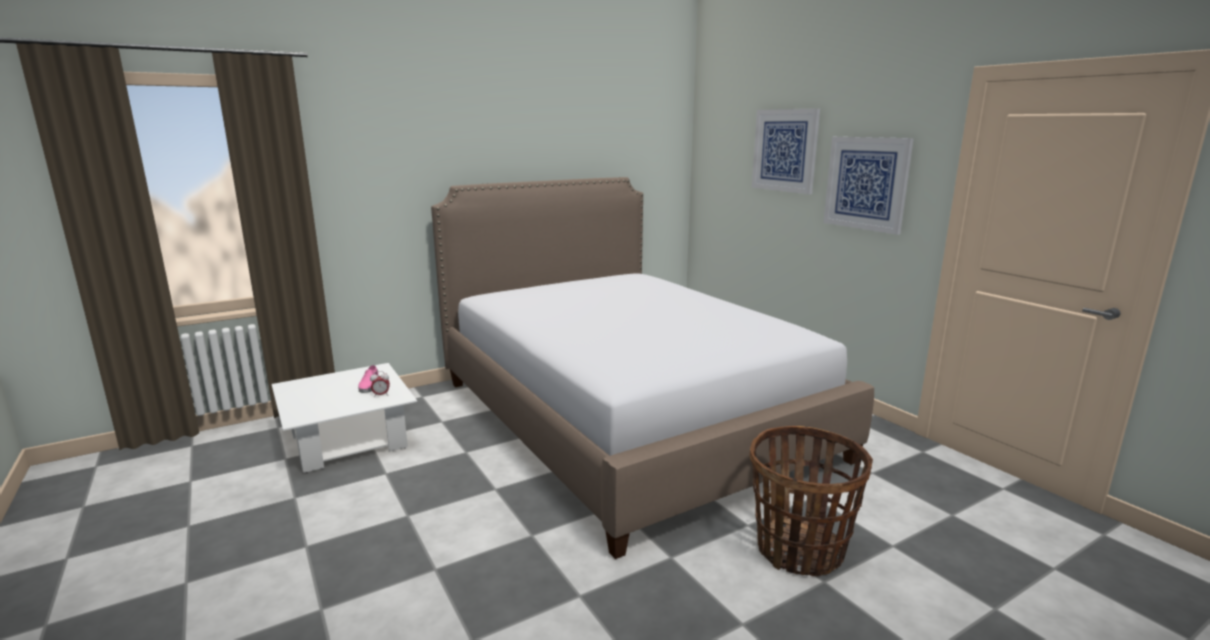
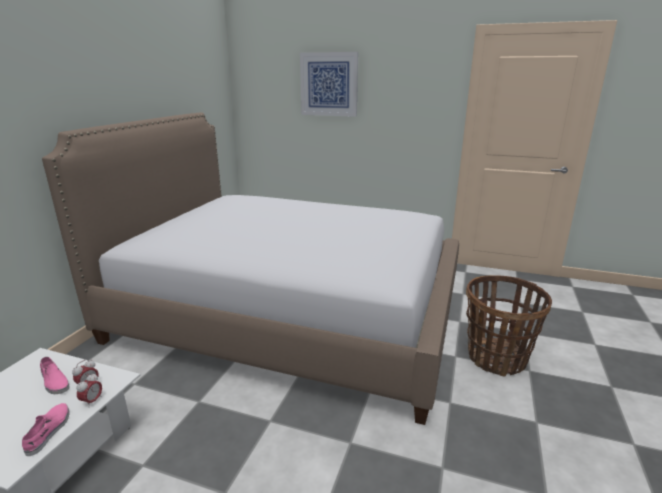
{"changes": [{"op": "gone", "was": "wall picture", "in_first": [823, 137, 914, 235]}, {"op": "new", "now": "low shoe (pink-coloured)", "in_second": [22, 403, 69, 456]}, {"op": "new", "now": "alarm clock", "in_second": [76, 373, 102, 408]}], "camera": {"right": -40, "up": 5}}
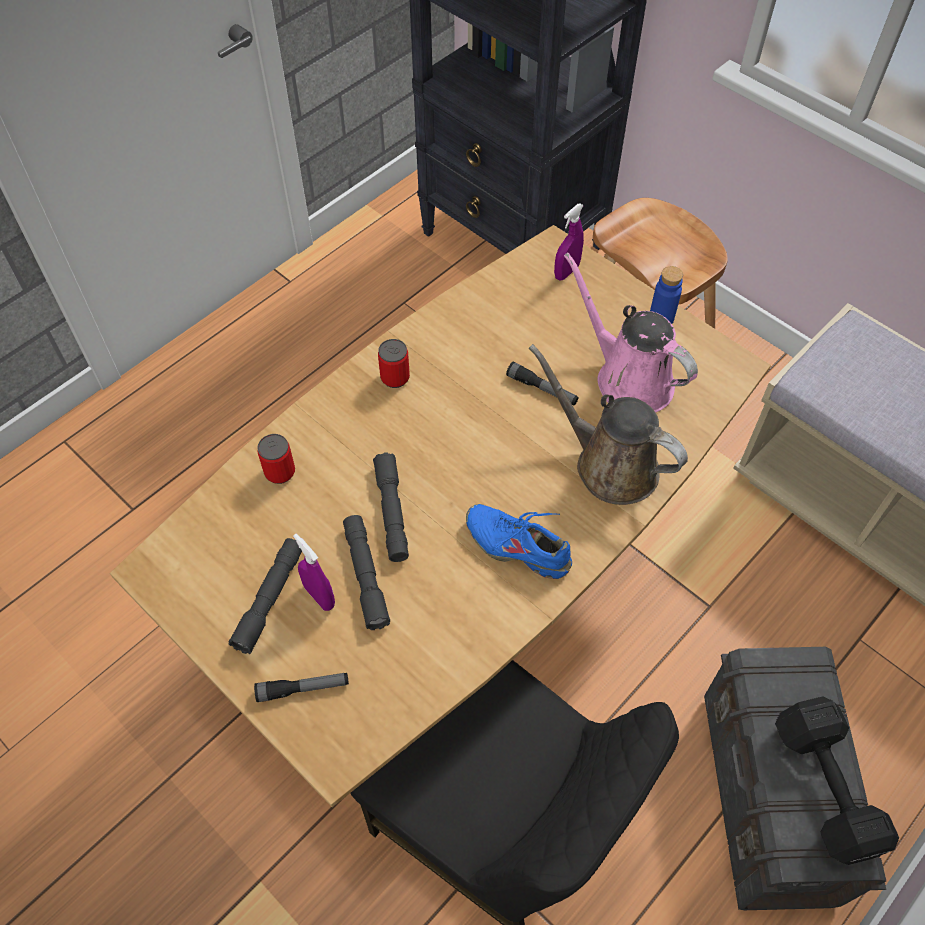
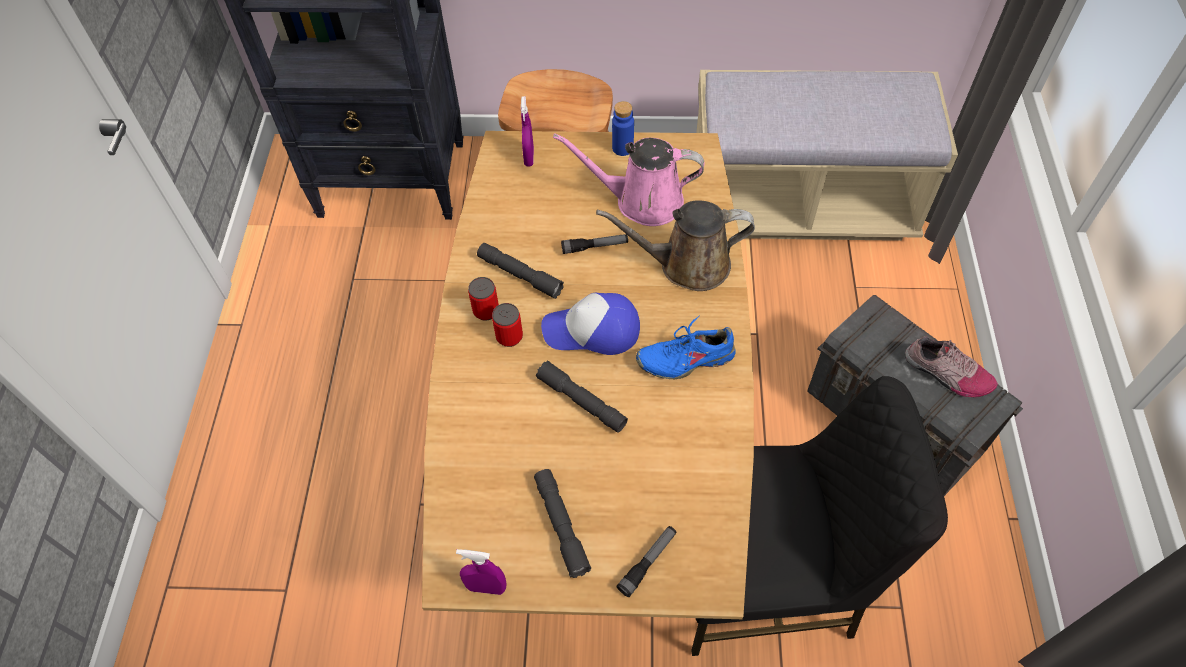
{"changes": [{"op": "shifted", "was": "sealed can", "in_first": [257, 434, 295, 484], "in_second": [492, 303, 523, 347]}, {"op": "shifted", "was": "sprayer (purplish)", "in_first": [293, 533, 335, 611], "in_second": [456, 549, 507, 595]}, {"op": "shifted", "was": "hand torch (grey)", "in_first": [343, 515, 390, 630], "in_second": [477, 243, 564, 299]}, {"op": "swapped", "was": "hand weight (black)", "now": "low shoe", "in_first": [775, 697, 899, 865], "in_second": [905, 336, 998, 398]}, {"op": "new", "now": "cap", "in_second": [541, 293, 640, 355]}], "camera": {"right": -40, "up": 0}}
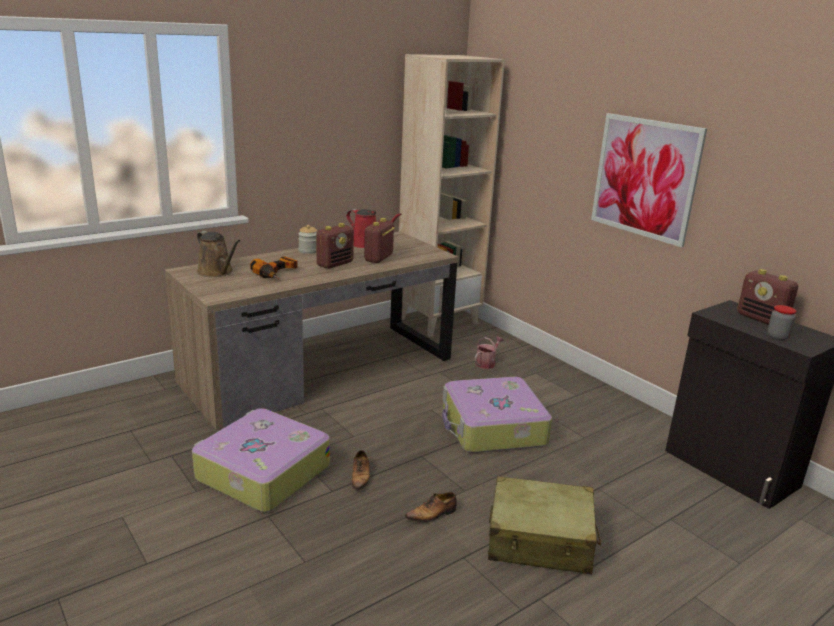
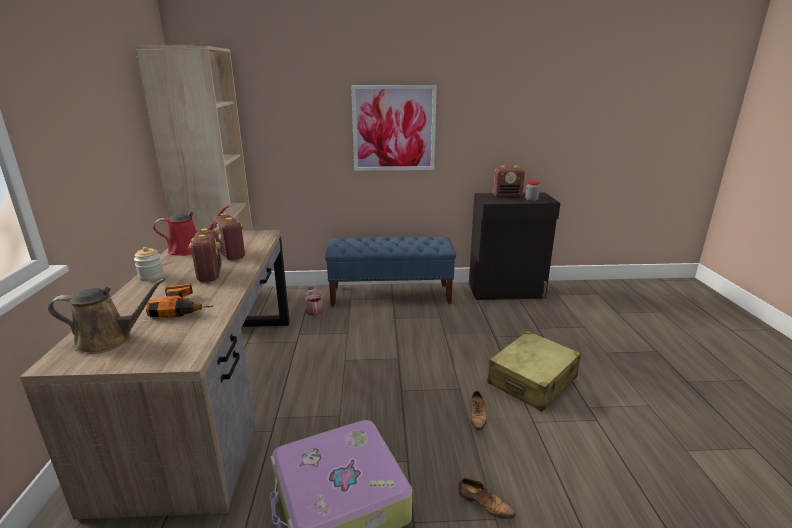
{"changes": [{"op": "shifted", "was": "low shoe", "in_first": [352, 450, 370, 490], "in_second": [459, 478, 516, 519]}, {"op": "gone", "was": "piece of luggage", "in_first": [442, 377, 552, 453]}, {"op": "new", "now": "long seat (blue)", "in_second": [325, 236, 456, 306]}], "camera": {"right": -55, "up": 0}}
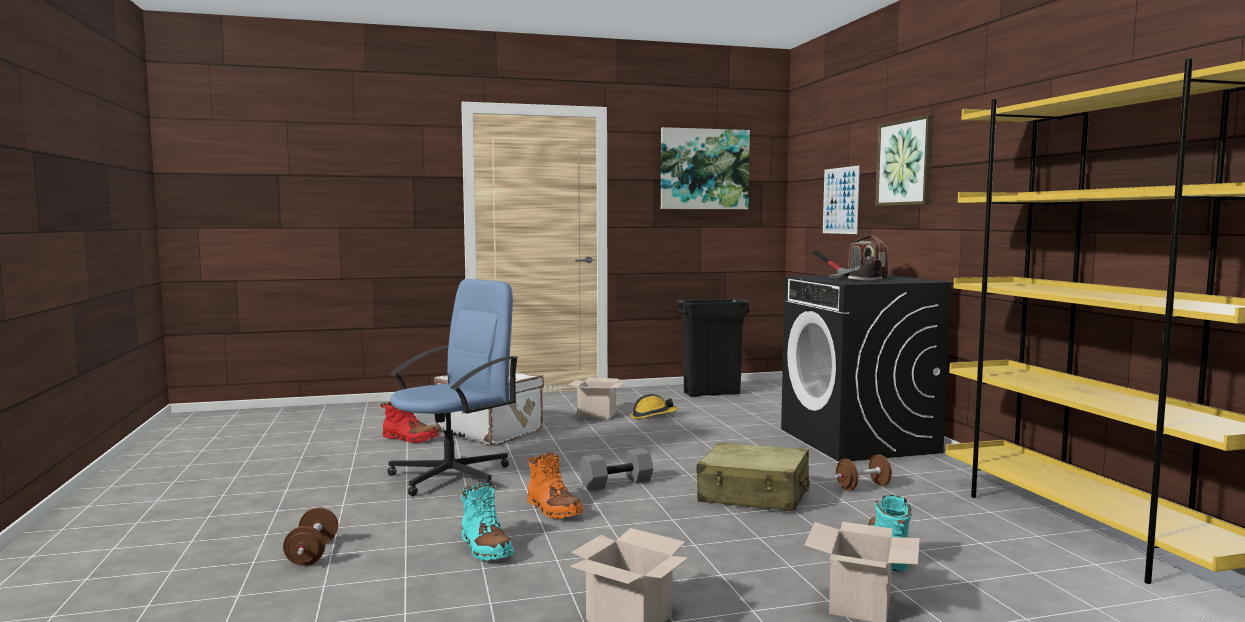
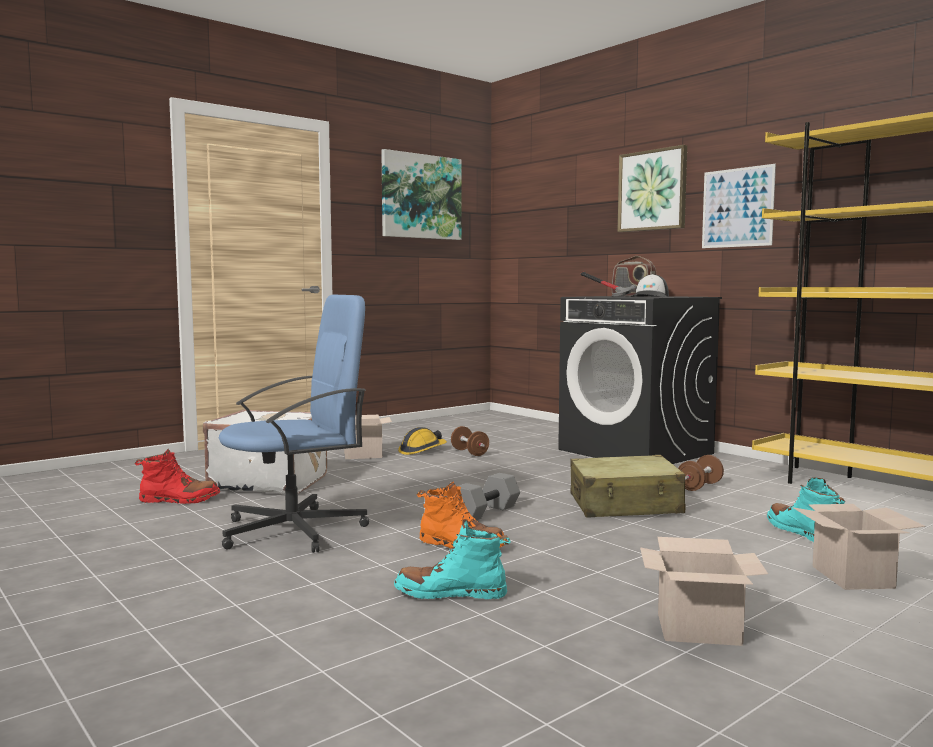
{"changes": [{"op": "shifted", "was": "hand weight (brown-coloured)", "in_first": [283, 507, 338, 566], "in_second": [451, 426, 489, 456]}, {"op": "rotated", "was": "computer chair (blue)", "in_first": [387, 279, 519, 496], "in_second": [219, 295, 369, 553], "clockwise": 45}, {"op": "rotated", "was": "high-top boot (turquoise)", "in_first": [461, 483, 514, 561], "in_second": [394, 520, 511, 599], "clockwise": 150}, {"op": "gone", "was": "trash can (black)", "in_first": [676, 299, 750, 397]}, {"op": "shifted", "was": "wall picture", "in_first": [823, 165, 860, 234], "in_second": [702, 164, 776, 248]}, {"op": "swapped", "was": "low shoe (black)", "now": "cap", "in_first": [848, 256, 882, 281], "in_second": [631, 274, 669, 297]}], "camera": {"right": -25, "up": 0}}
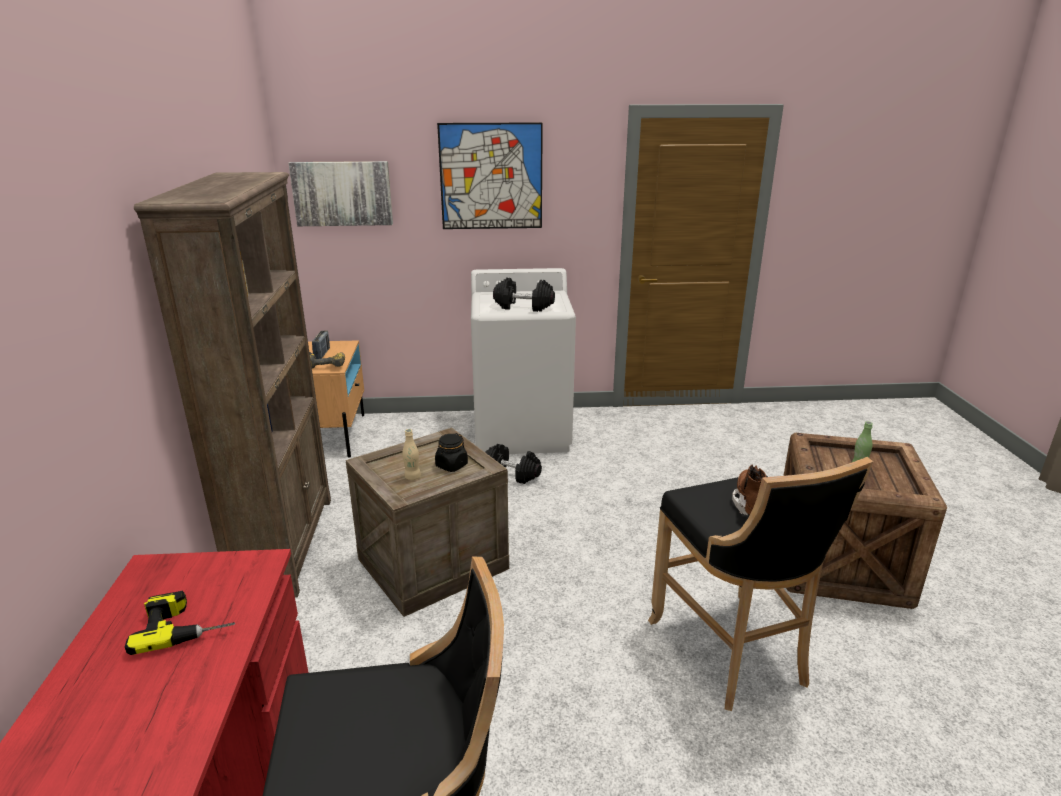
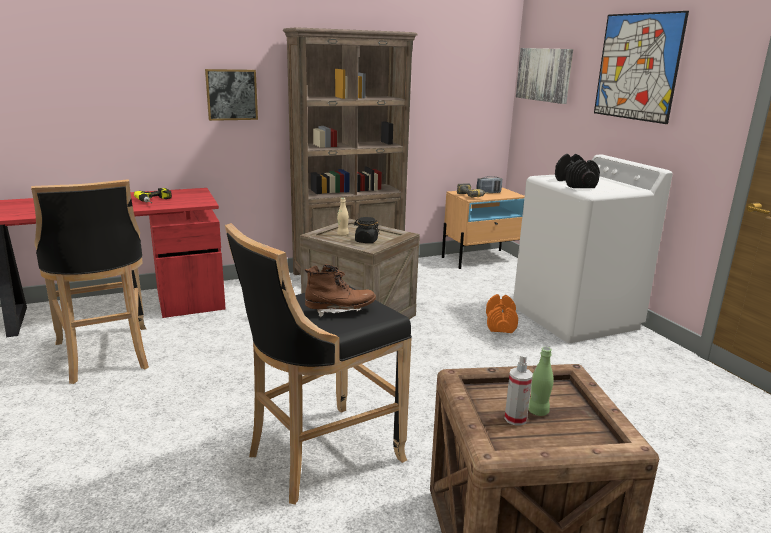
{"changes": [{"op": "repainted", "was": "hand weight (black)", "now": "hand weight (orange)", "in_first": [485, 444, 542, 484], "in_second": [486, 294, 518, 333]}, {"op": "new", "now": "wall picture", "in_second": [205, 69, 258, 121]}, {"op": "new", "now": "sprayer", "in_second": [505, 354, 533, 426]}], "camera": {"right": 70, "up": -5}}
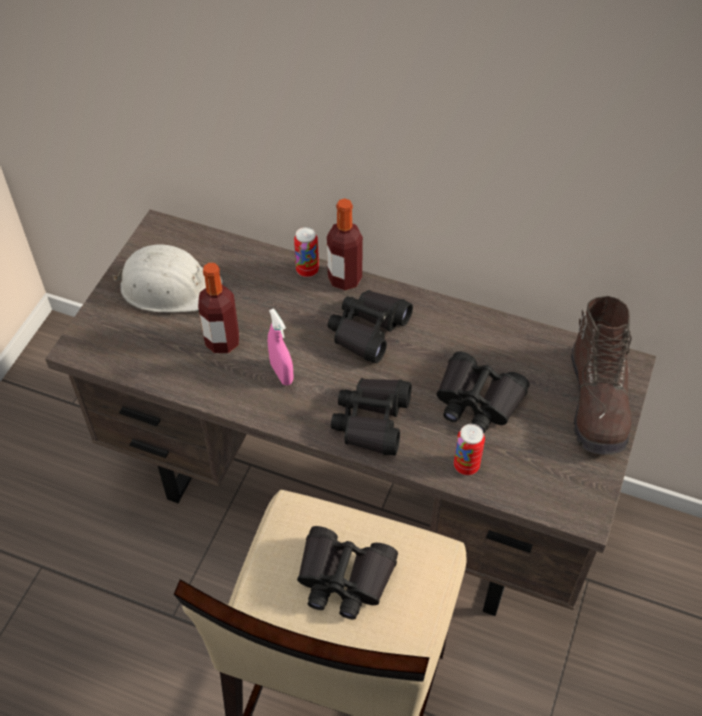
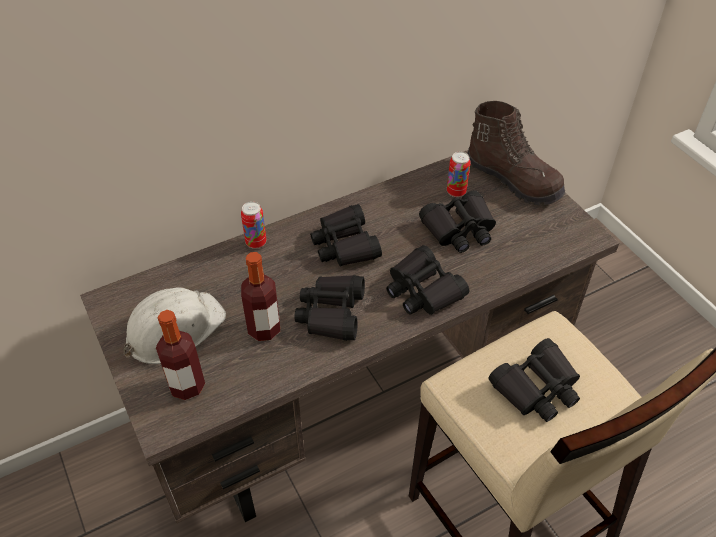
{"changes": [{"op": "swapped", "was": "sprayer (pink-coloured)", "now": "pair of binoculars (black)", "in_first": [268, 308, 294, 385], "in_second": [295, 275, 365, 341]}, {"op": "shifted", "was": "beverage bottle", "in_first": [327, 198, 363, 290], "in_second": [156, 310, 205, 400]}, {"op": "shifted", "was": "sealed can", "in_first": [454, 424, 485, 475], "in_second": [447, 151, 471, 197]}], "camera": {"right": -50, "up": -5}}
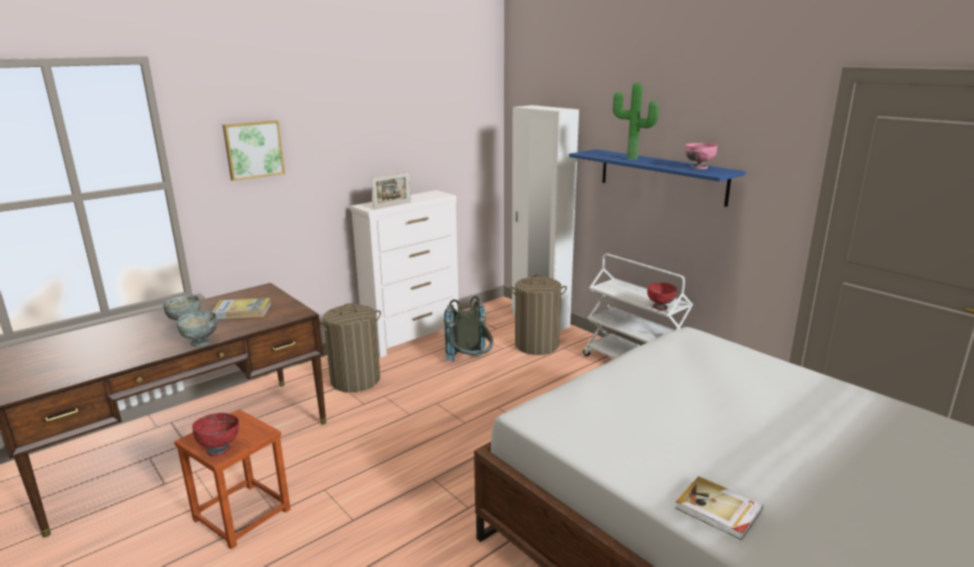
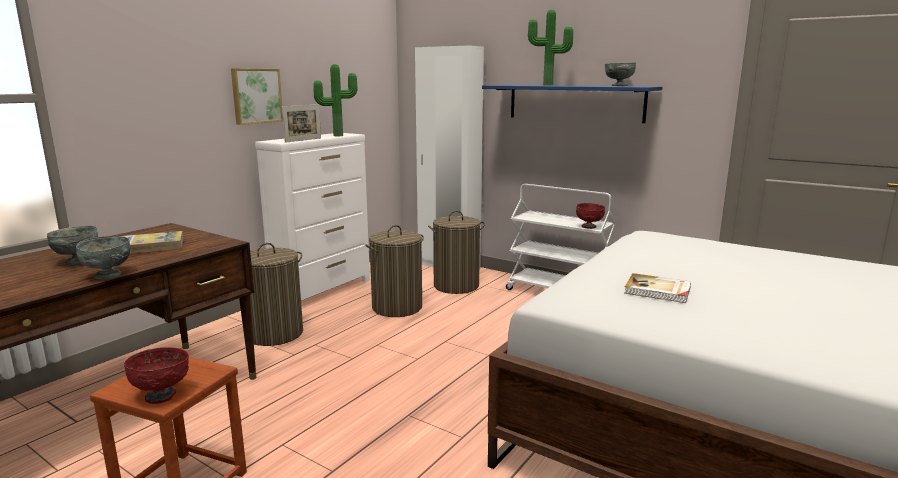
{"changes": [{"op": "shifted", "was": "wall picture", "in_first": [223, 120, 285, 181], "in_second": [231, 68, 283, 125]}, {"op": "swapped", "was": "knapsack (grey)", "now": "laundry basket", "in_first": [443, 296, 493, 362], "in_second": [366, 225, 424, 317]}, {"op": "shifted", "was": "volume", "in_first": [675, 476, 763, 540], "in_second": [624, 273, 691, 303]}, {"op": "repainted", "was": "deep dish (pink-coloured)", "now": "deep dish (grey)", "in_first": [685, 143, 717, 169], "in_second": [605, 62, 636, 86]}, {"op": "new", "now": "potted plant", "in_second": [313, 64, 358, 136]}], "camera": {"right": -15, "up": -5}}
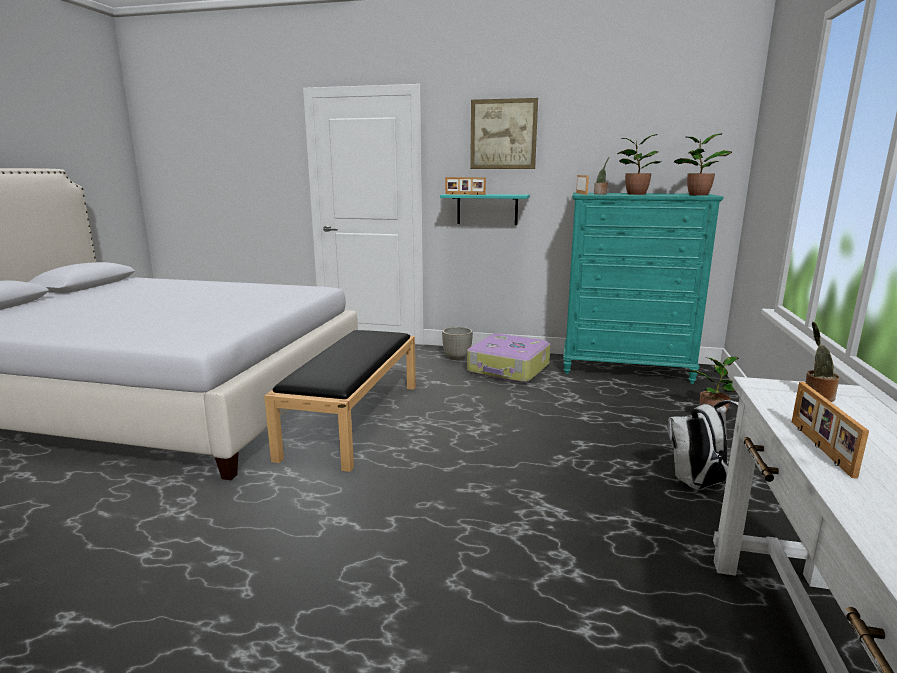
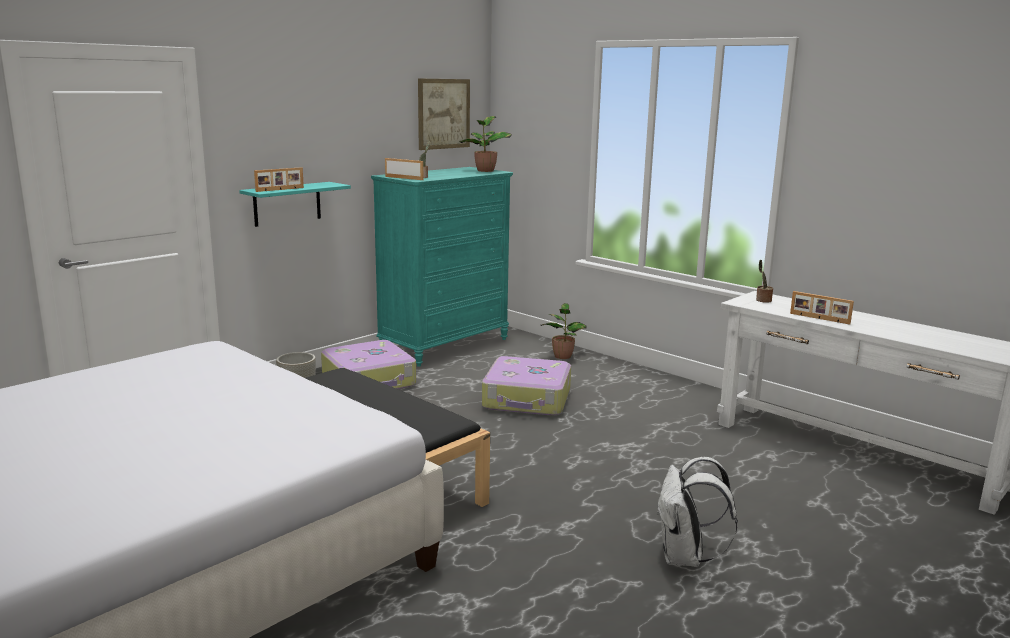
{"changes": [{"op": "shifted", "was": "wall picture", "in_first": [470, 98, 538, 169], "in_second": [418, 78, 470, 150]}, {"op": "gone", "was": "potted plant", "in_first": [617, 134, 661, 195]}, {"op": "shifted", "was": "knapsack (whitish)", "in_first": [668, 400, 739, 490], "in_second": [657, 457, 738, 567]}, {"op": "new", "now": "piece of luggage", "in_second": [482, 356, 571, 416]}], "camera": {"right": -60, "up": 0}}
